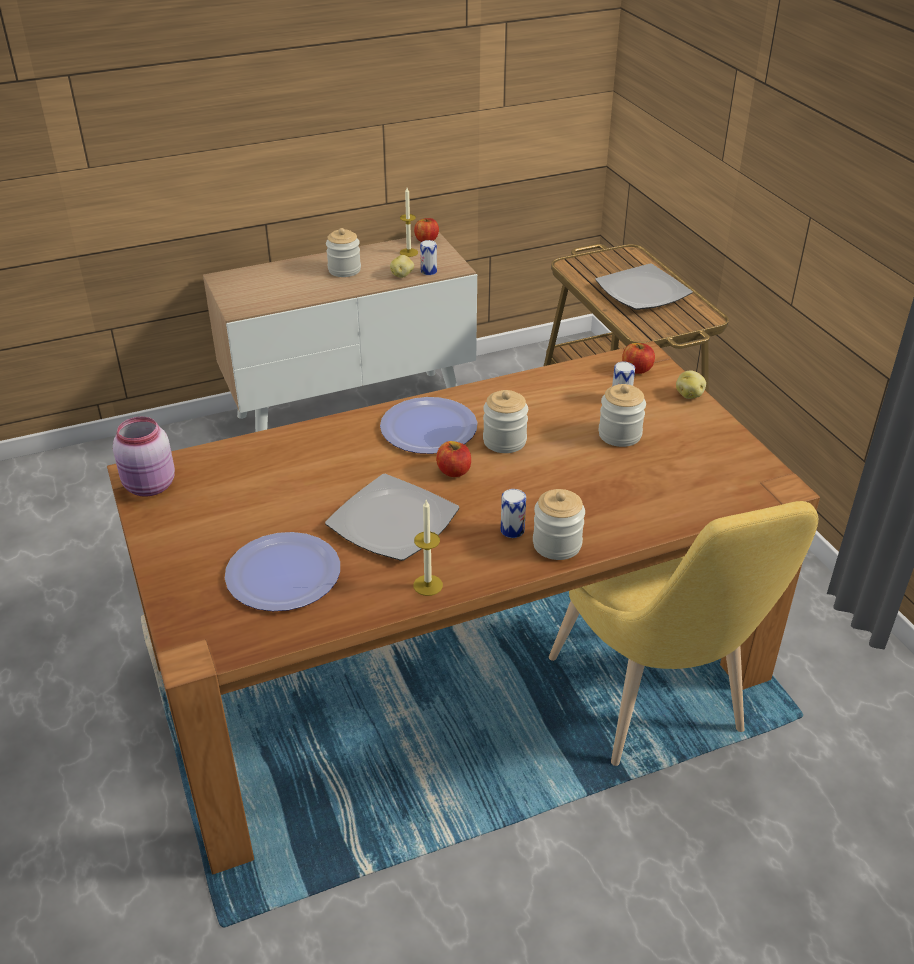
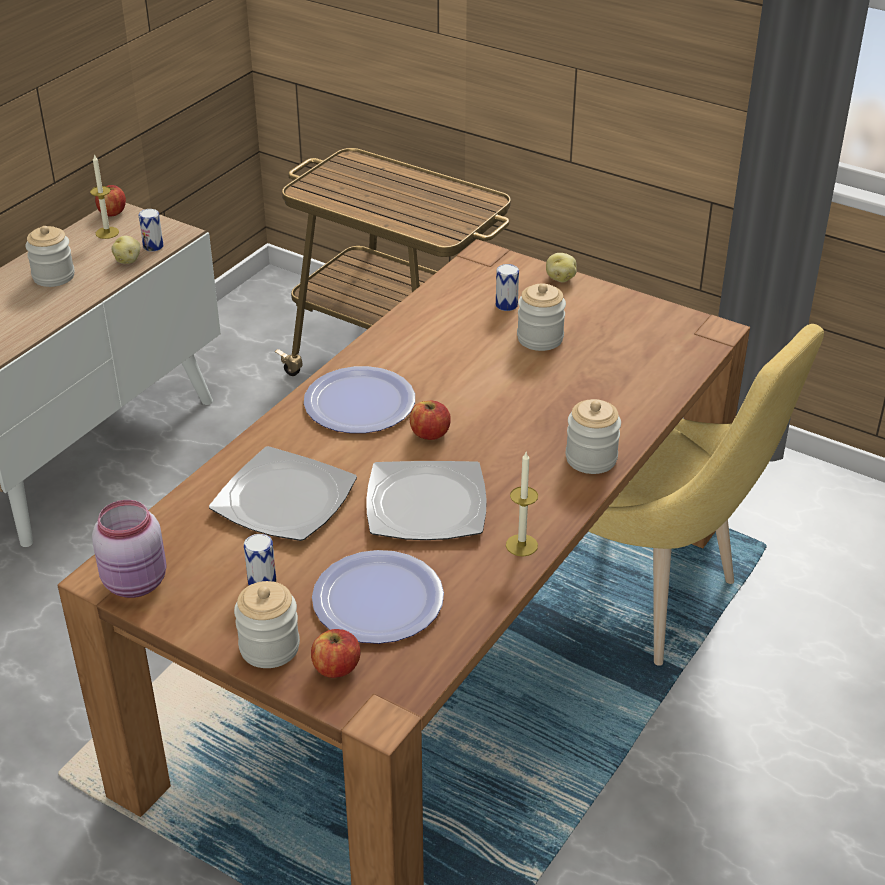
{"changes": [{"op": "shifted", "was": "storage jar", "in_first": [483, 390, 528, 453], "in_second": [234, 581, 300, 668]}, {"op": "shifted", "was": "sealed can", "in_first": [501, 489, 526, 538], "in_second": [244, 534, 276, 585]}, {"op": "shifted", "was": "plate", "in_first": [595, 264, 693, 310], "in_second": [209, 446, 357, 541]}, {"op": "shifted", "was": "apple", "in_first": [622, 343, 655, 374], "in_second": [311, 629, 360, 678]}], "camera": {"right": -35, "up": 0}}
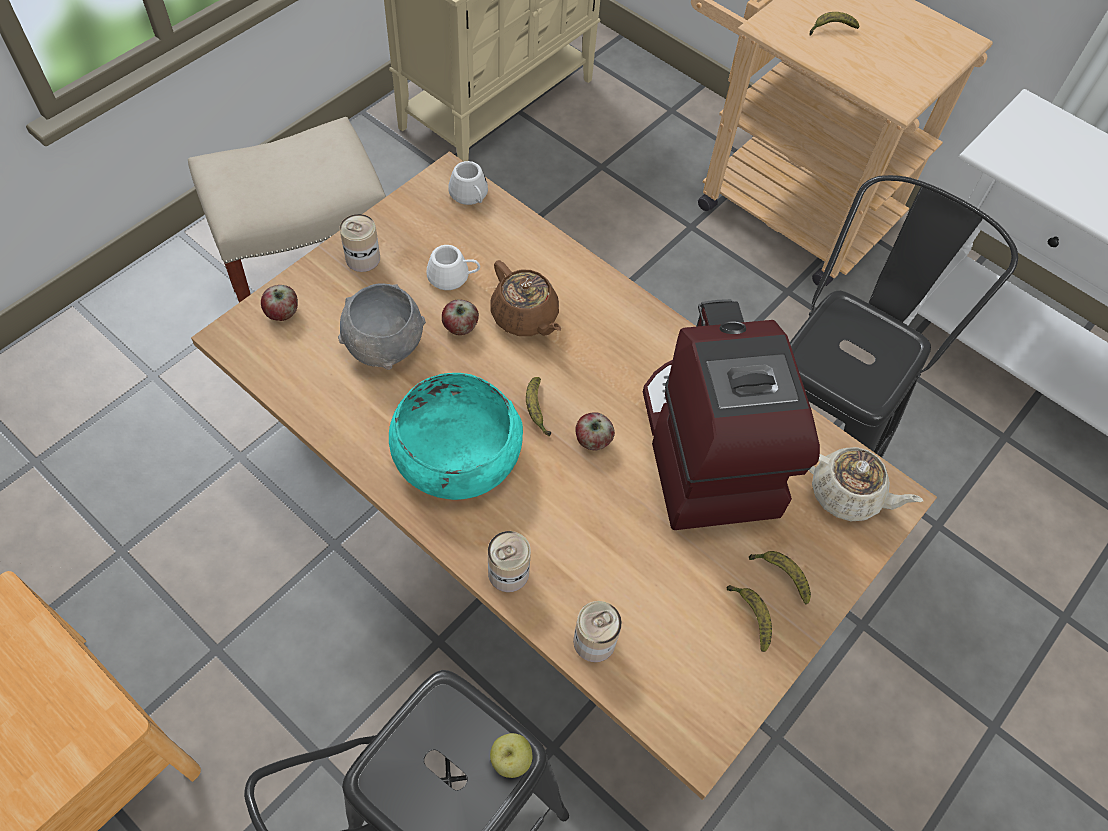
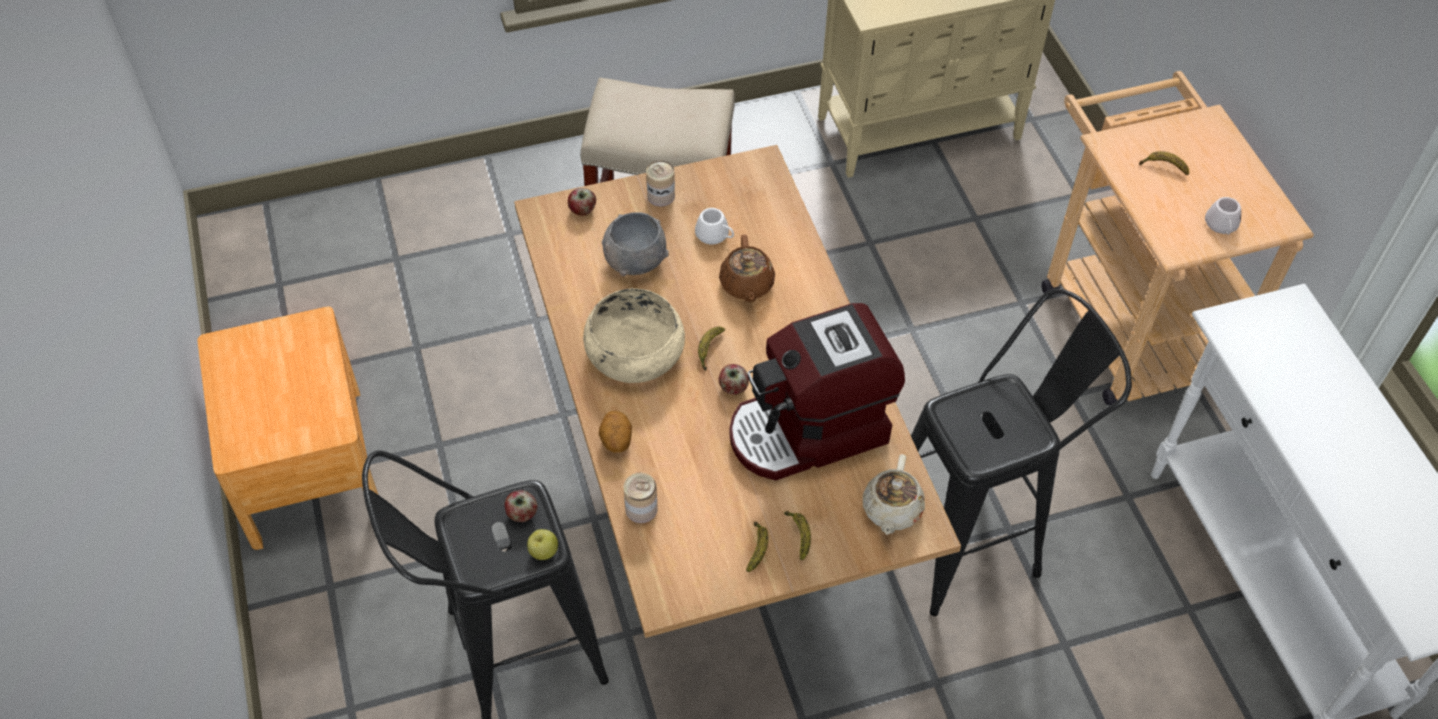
{"changes": [{"op": "repainted", "was": "deep dish (turquoise)", "now": "deep dish (beige)", "in_first": [389, 373, 523, 500], "in_second": [583, 288, 685, 383]}, {"op": "shifted", "was": "apple", "in_first": [442, 299, 479, 335], "in_second": [505, 490, 538, 522]}, {"op": "shifted", "was": "coffee mug (whitish)", "in_first": [448, 161, 488, 205], "in_second": [1205, 197, 1241, 235]}, {"op": "swapped", "was": "sealed can", "now": "potato", "in_first": [488, 531, 531, 592], "in_second": [599, 411, 632, 453]}, {"op": "rotated", "was": "coffee machine", "in_first": [643, 299, 820, 530], "in_second": [730, 303, 905, 480], "clockwise": -135}, {"op": "rotated", "was": "pot for tea (beige)", "in_first": [809, 447, 923, 521], "in_second": [863, 454, 925, 535], "clockwise": 45}], "camera": {"right": 35, "up": -5}}
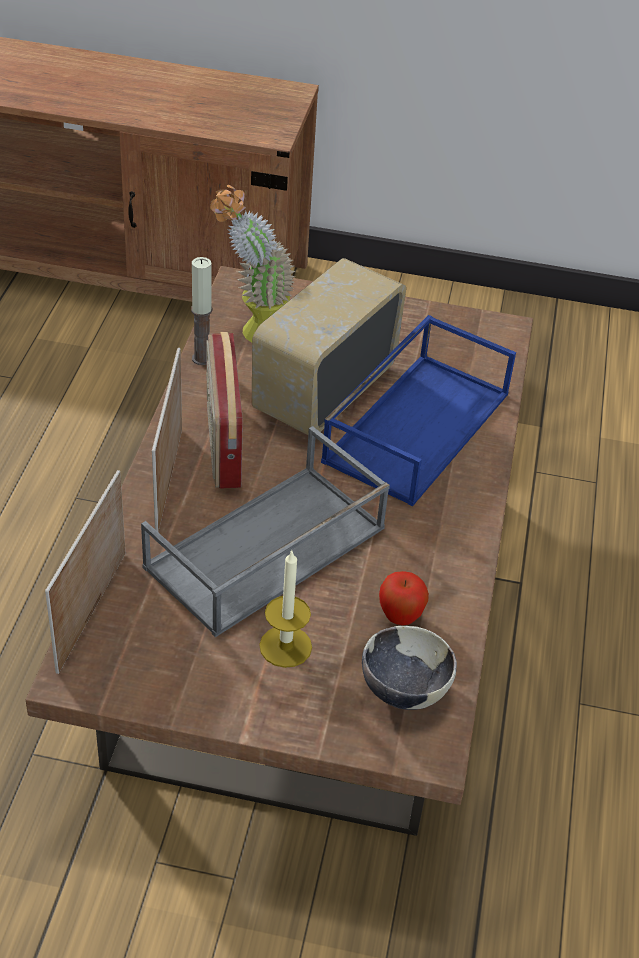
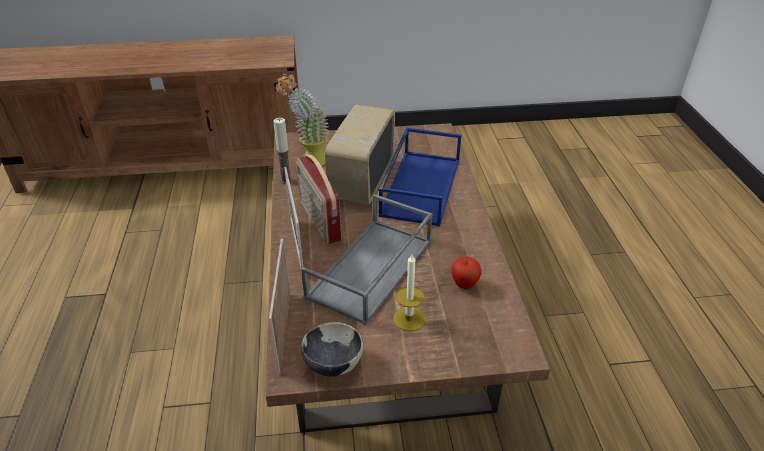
{"changes": [{"op": "shifted", "was": "deep dish", "in_first": [362, 626, 457, 710], "in_second": [301, 322, 363, 377]}], "camera": {"right": -15, "up": -5}}
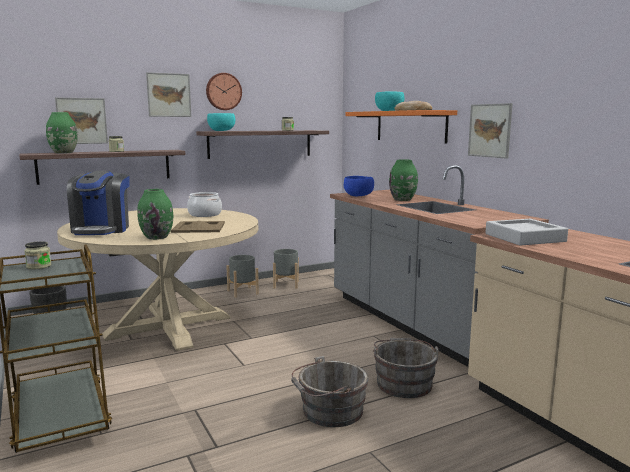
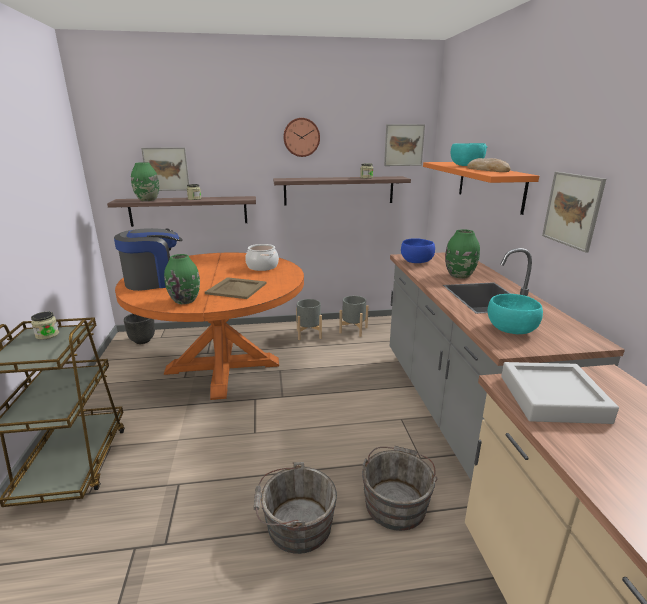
{"changes": [{"op": "repainted", "was": "kitchen table (beige)", "now": "kitchen table (orange)", "in_first": [57, 208, 258, 351], "in_second": [115, 253, 304, 400]}, {"op": "rotated", "was": "coffee machine", "in_first": [67, 171, 130, 235], "in_second": [114, 228, 183, 291], "clockwise": -135}, {"op": "shifted", "was": "wall picture", "in_first": [146, 72, 191, 117], "in_second": [384, 124, 425, 166]}, {"op": "shifted", "was": "deep dish (turquoise)", "in_first": [207, 113, 235, 131], "in_second": [488, 294, 543, 334]}], "camera": {"right": 20, "up": 10}}
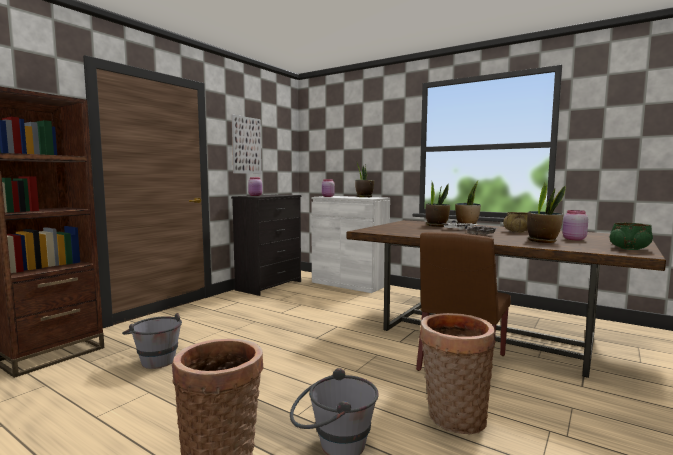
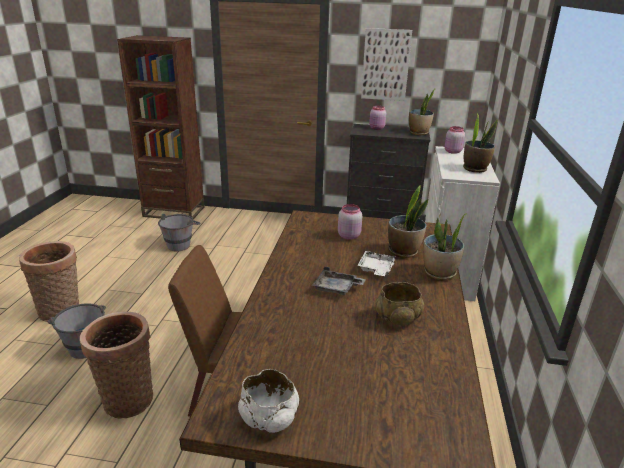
{"changes": [{"op": "shifted", "was": "potted plant", "in_first": [527, 181, 566, 243], "in_second": [409, 88, 436, 135]}, {"op": "shifted", "was": "storage jar (pink-coloured)", "in_first": [563, 210, 588, 240], "in_second": [338, 204, 362, 240]}, {"op": "repainted", "was": "deep dish (greenish)", "now": "deep dish (whitish)", "in_first": [610, 223, 653, 250], "in_second": [238, 369, 299, 433]}], "camera": {"right": 65, "up": 20}}
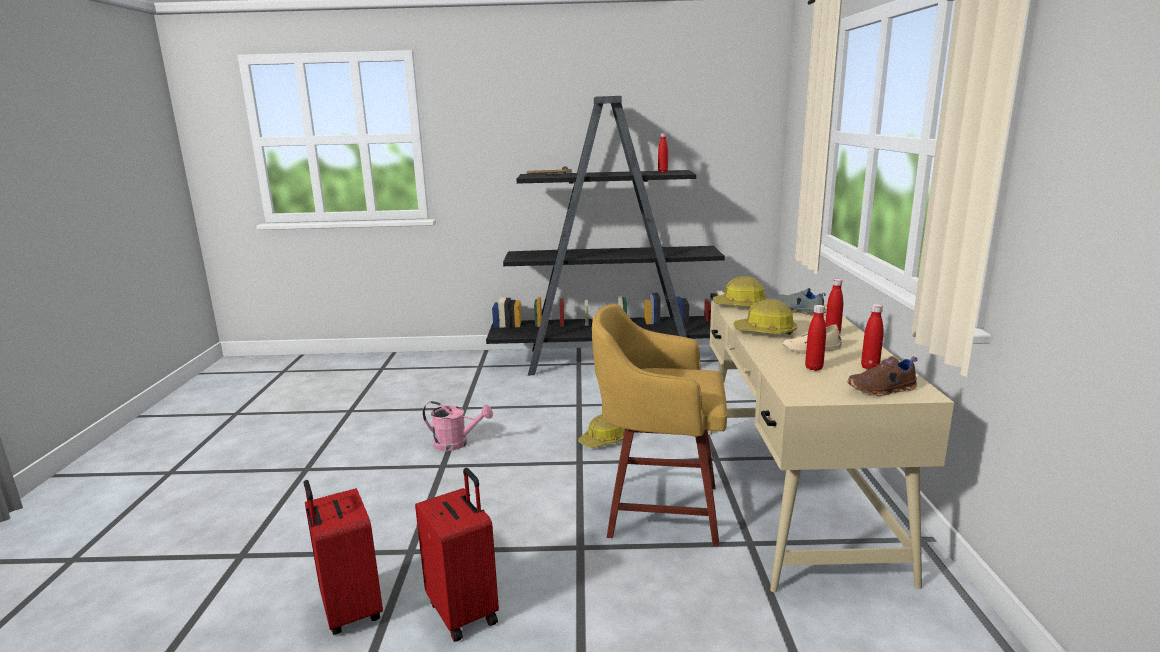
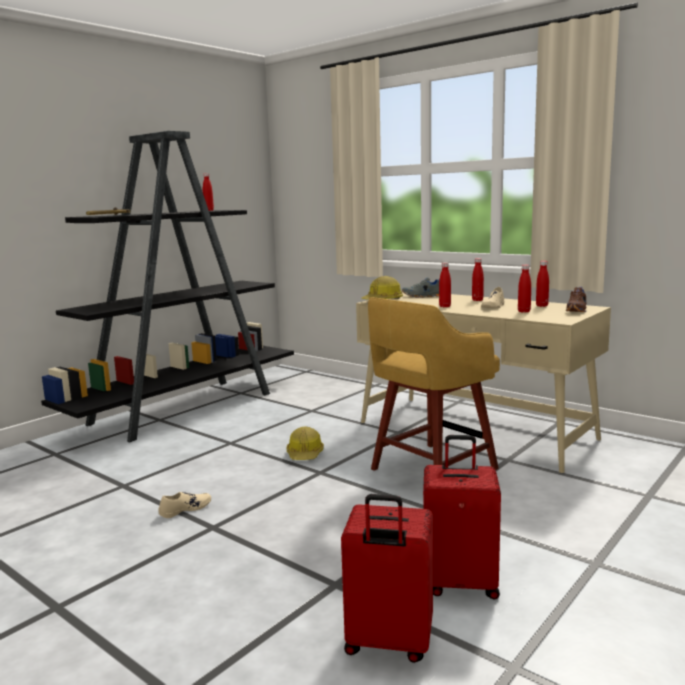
{"changes": [{"op": "swapped", "was": "watering pot (pink-coloured)", "now": "low shoe (beige)", "in_first": [422, 401, 493, 451], "in_second": [158, 492, 211, 518]}, {"op": "swapped", "was": "safety helmet", "now": "beverage bottle (red)", "in_first": [733, 299, 797, 335], "in_second": [439, 262, 451, 307]}], "camera": {"right": -50, "up": -5}}
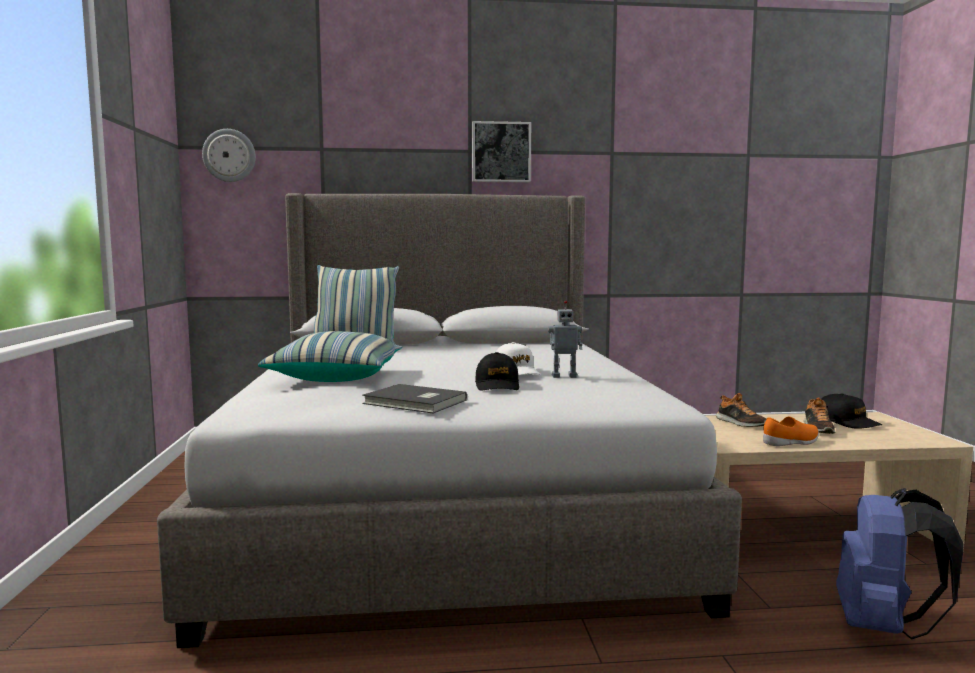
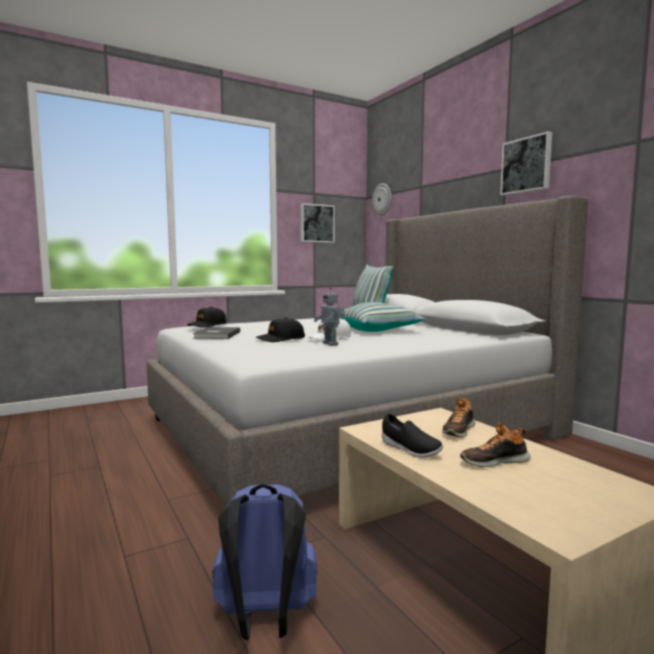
{"changes": [{"op": "shifted", "was": "pillow", "in_first": [258, 331, 402, 382], "in_second": [341, 302, 426, 332]}, {"op": "repainted", "was": "low shoe (orange)", "now": "low shoe (black)", "in_first": [763, 417, 819, 446], "in_second": [382, 413, 443, 458]}, {"op": "shifted", "was": "cap (black)", "in_first": [821, 393, 882, 429], "in_second": [187, 307, 227, 328]}, {"op": "new", "now": "wall picture", "in_second": [300, 203, 335, 243]}], "camera": {"right": 65, "up": 0}}
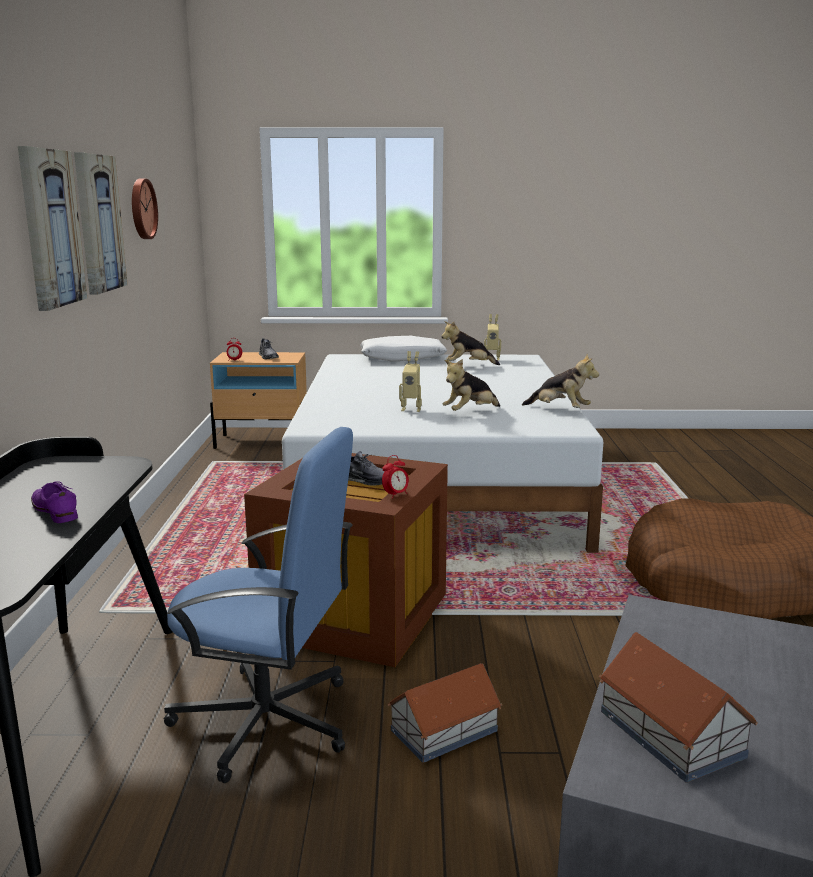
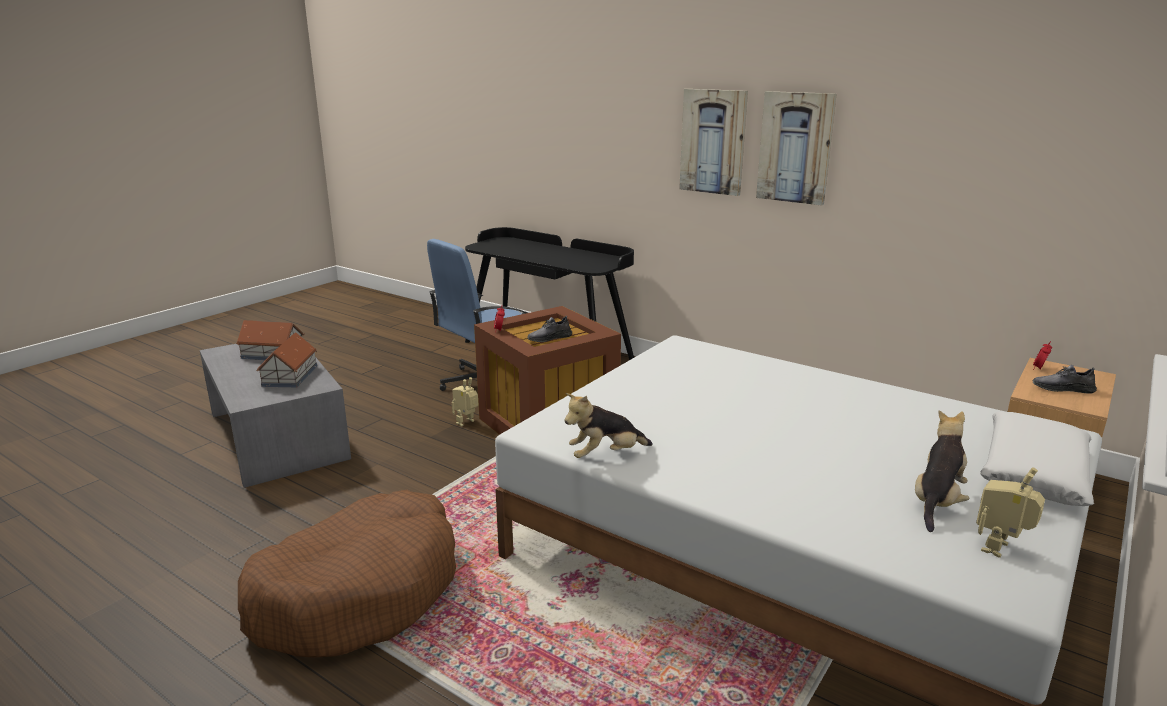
{"changes": [{"op": "gone", "was": "low shoe (purplish)", "in_first": [31, 481, 78, 523]}, {"op": "gone", "was": "clock on the wall", "in_first": [132, 179, 158, 239]}, {"op": "shifted", "was": "toy house", "in_first": [387, 663, 502, 763], "in_second": [257, 332, 317, 387]}, {"op": "shifted", "was": "robot figure", "in_first": [399, 351, 422, 412], "in_second": [452, 377, 478, 427]}, {"op": "gone", "was": "soft toy", "in_first": [443, 359, 500, 411]}], "camera": {"right": 125, "up": 5}}
